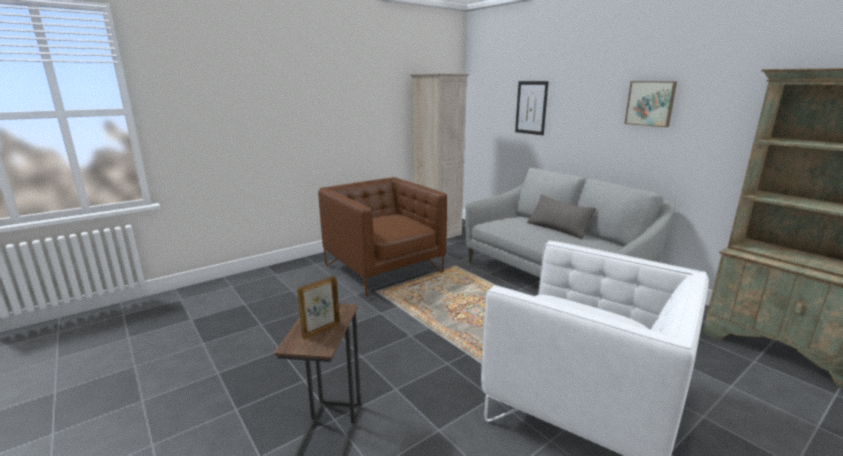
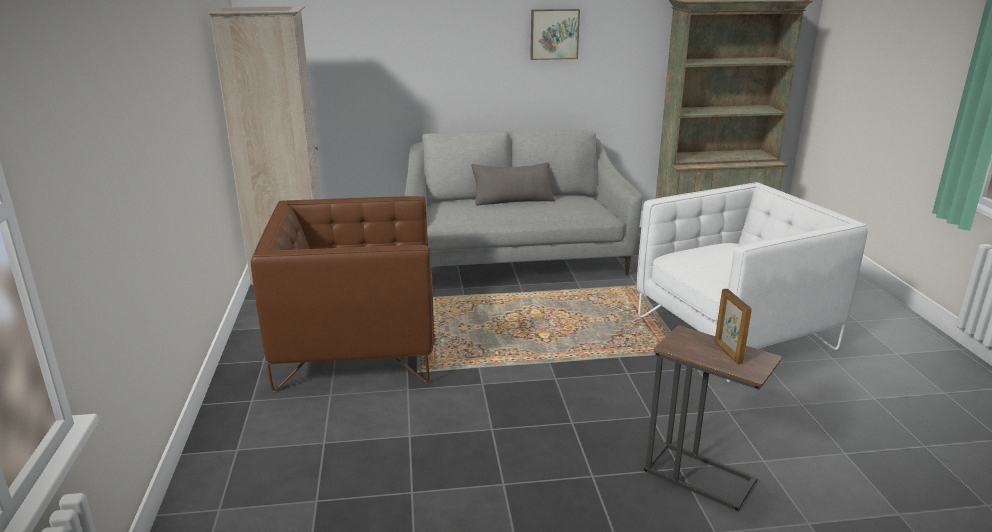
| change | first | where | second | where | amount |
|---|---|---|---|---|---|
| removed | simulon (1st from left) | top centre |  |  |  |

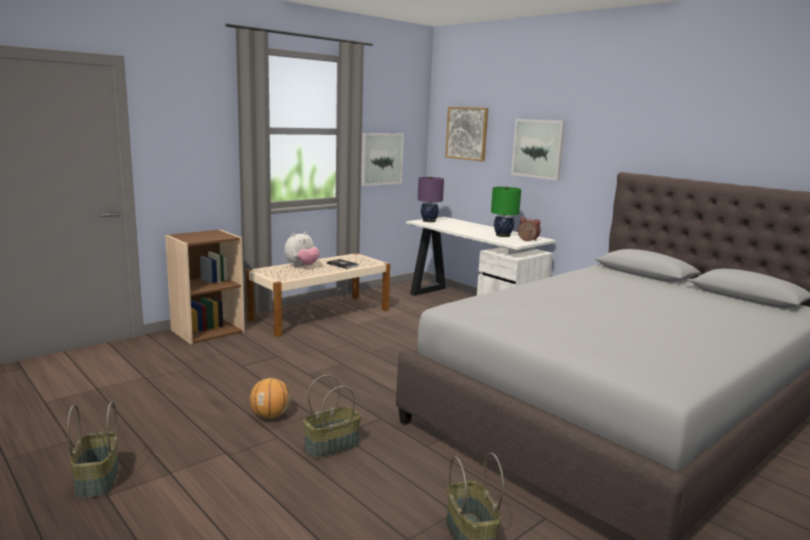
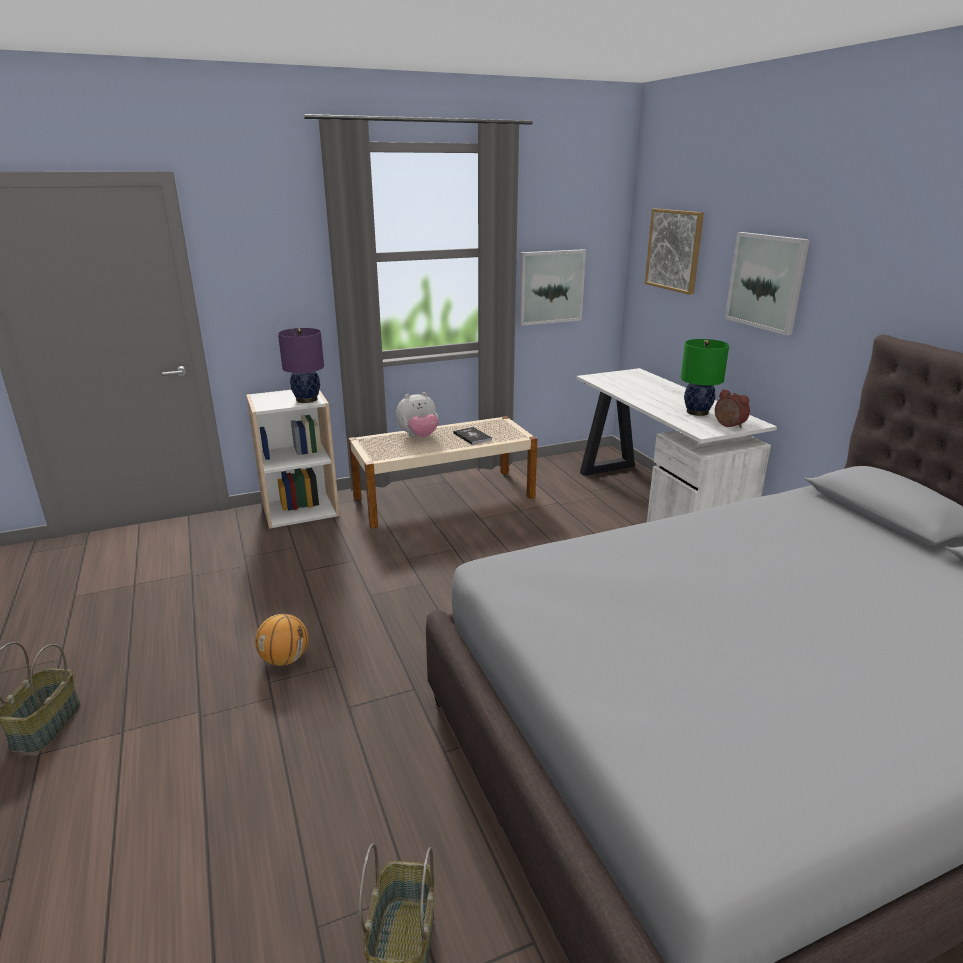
| change | first | where | second | where | amount |
|---|---|---|---|---|---|
| removed | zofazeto (2nd from left) | bottom centre |  |  |  |
| moved | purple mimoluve | centre |  | middle left |  |
| recoloured | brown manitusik | middle left | white manitusik | middle left |  |

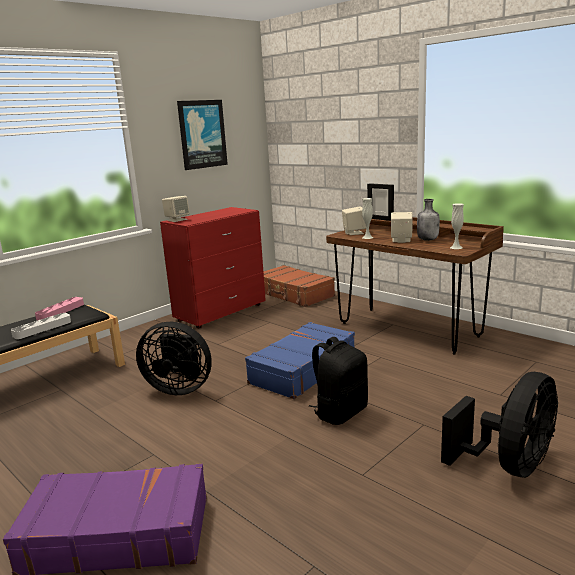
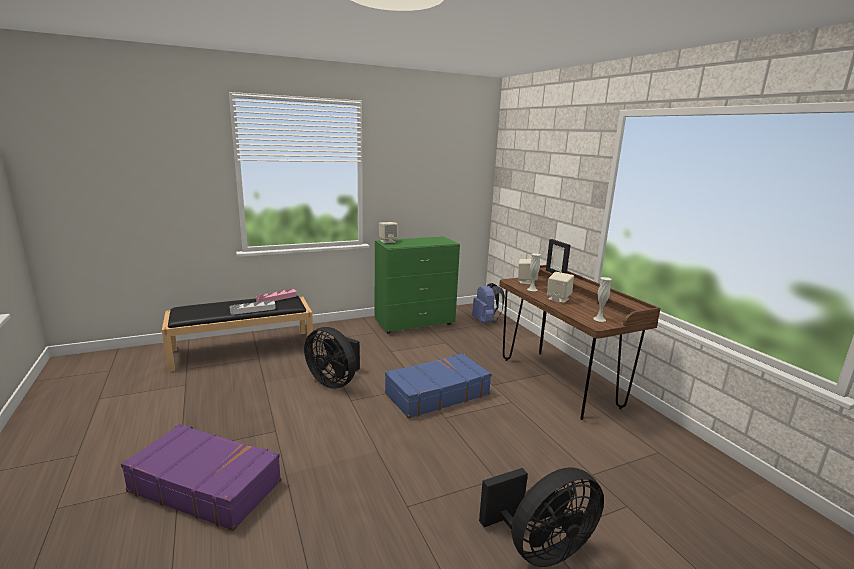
| change | first | where | second | where | amount |
|---|---|---|---|---|---|
| removed | simulon | top centre |  |  |  |
| removed | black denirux | centre |  |  |  |
| removed | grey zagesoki | middle right |  |  |  |
| replaced | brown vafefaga | centre | blue denirux | centre |  |
| recoloured | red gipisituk | centre | green gipisituk | centre |  |

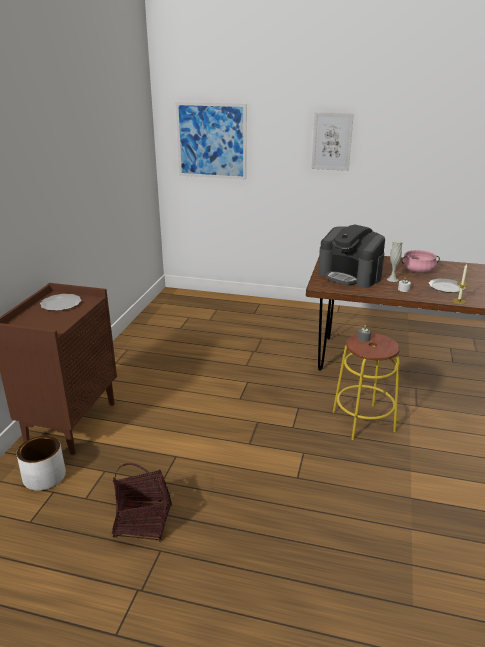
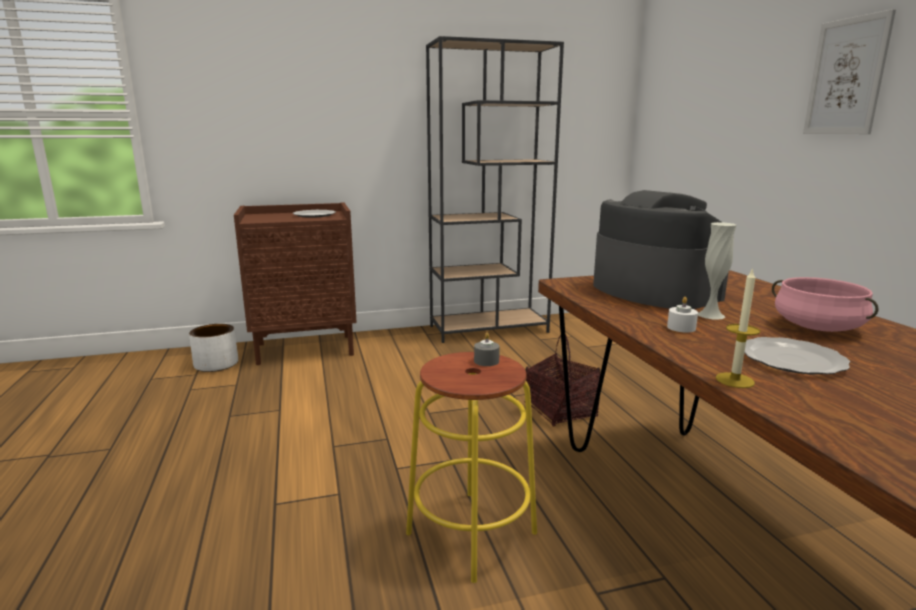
| change | first | where | second | where | amount |
|---|---|---|---|---|---|
| removed | simulon (1st from left) | top centre |  |  |  |
| added |  |  | manitusik | top centre |  |
| moved | zofazeto | bottom left |  | centre |  |
| turned | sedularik | middle right |  | middle right | 135 degrees clockwise |

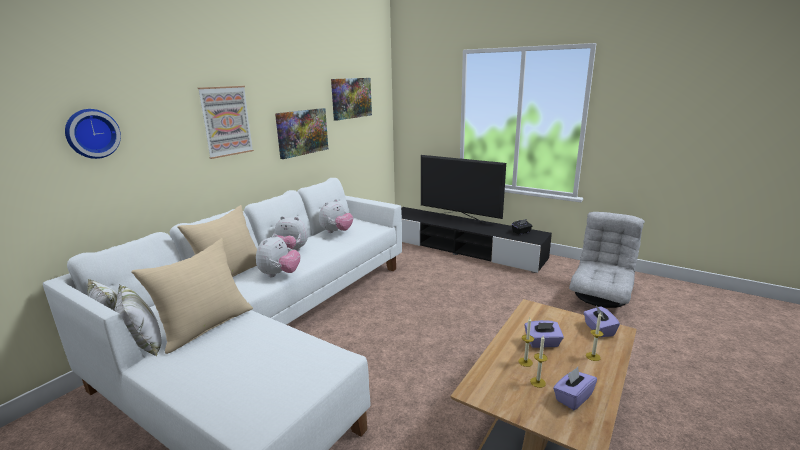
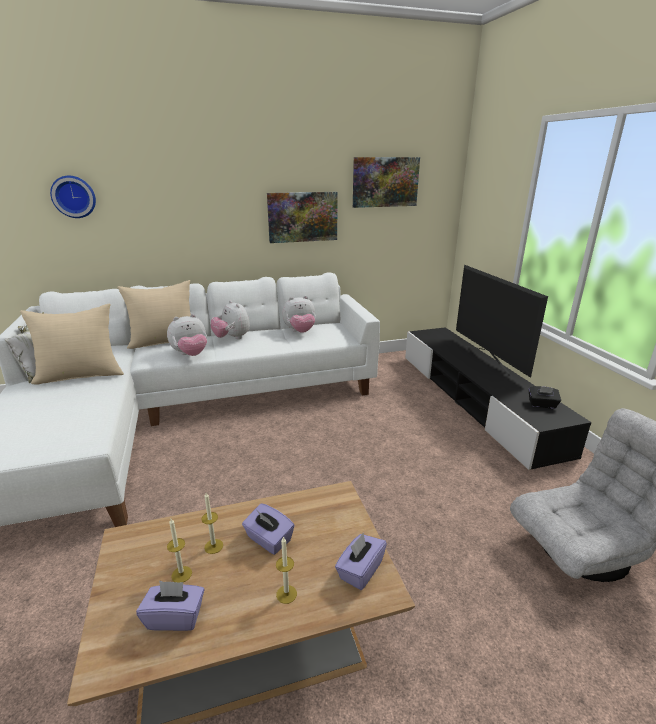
| change | first | where | second | where | amount |
|---|---|---|---|---|---|
| removed | simulon (1st from left) | top left |  |  |  |

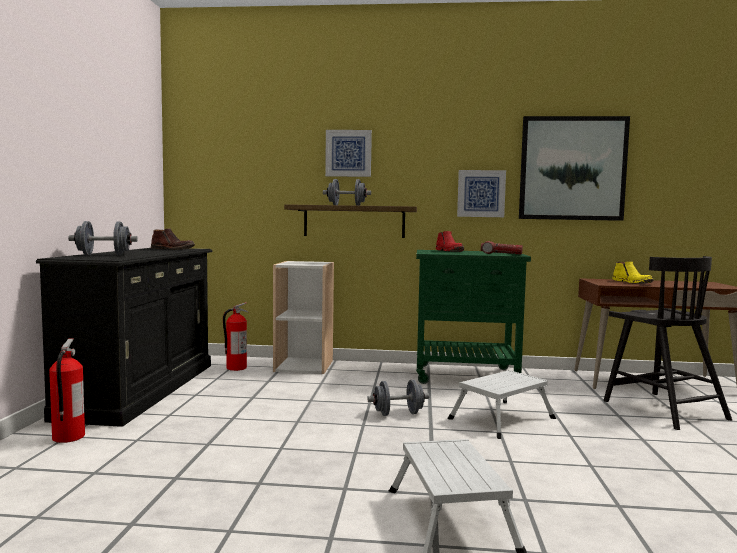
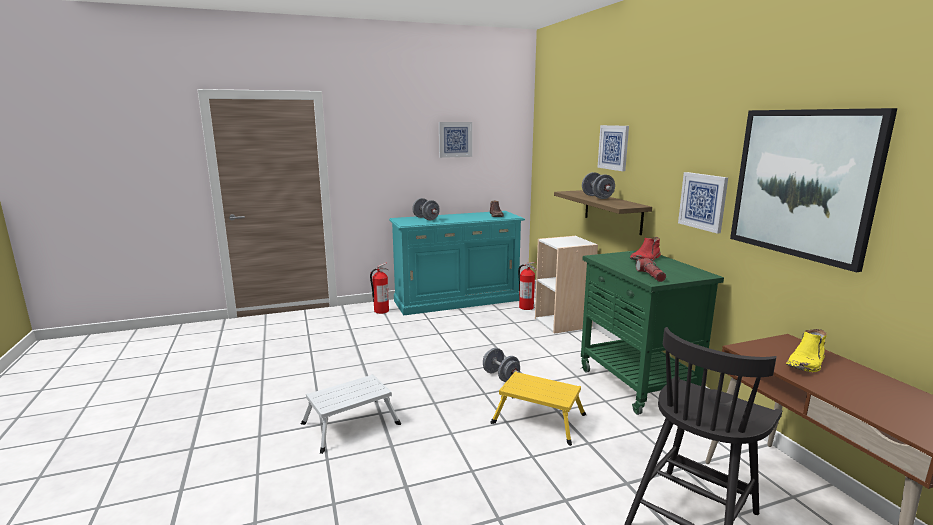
| change | first | where | second | where | amount |
|---|---|---|---|---|---|
| added |  |  | simulon (1st from left) | top centre |  |
| recoloured | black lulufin | middle left | turquoise lulufin | centre |  |
| recoloured | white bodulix (2nd from left) | bottom right | yellow bodulix | bottom centre |  |

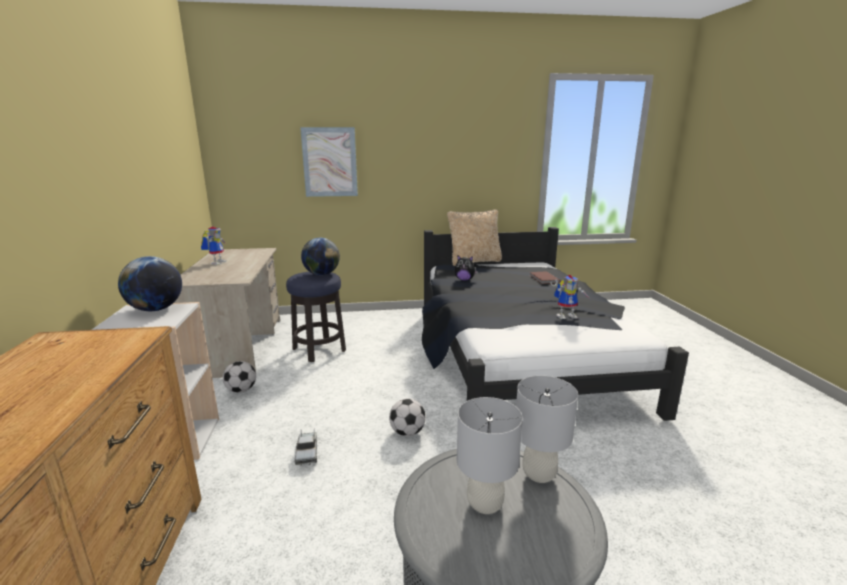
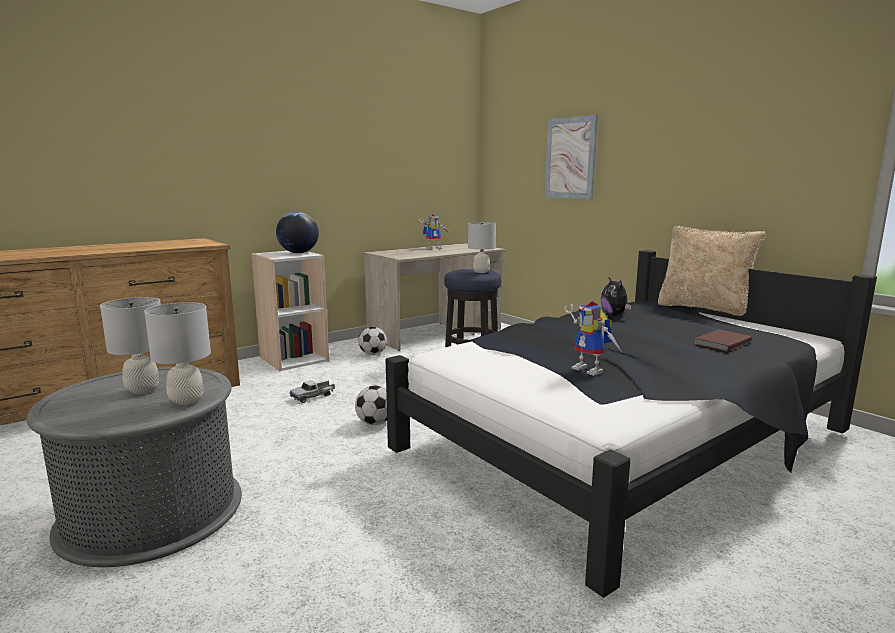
| change | first | where | second | where | amount |
|---|---|---|---|---|---|
| replaced | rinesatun (2nd from left) | centre | grey mimoluve (3rd from left) | centre |  |

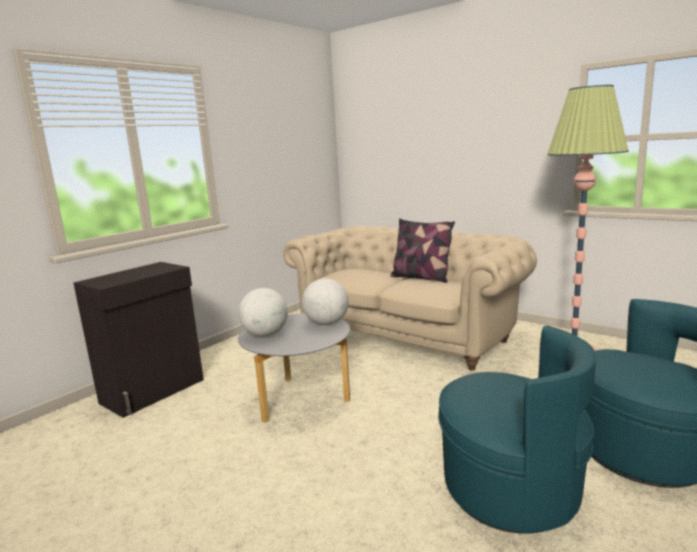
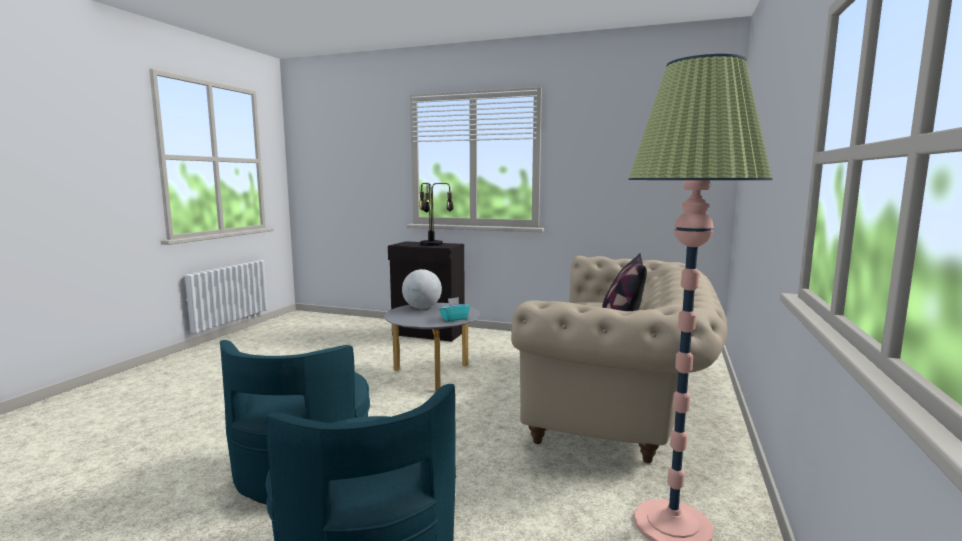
| change | first | where | second | where | amount |
|---|---|---|---|---|---|
| added |  |  | mimoluve | centre |  |
| replaced | rinesatun (2nd from left) | centre | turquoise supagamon | centre |  |

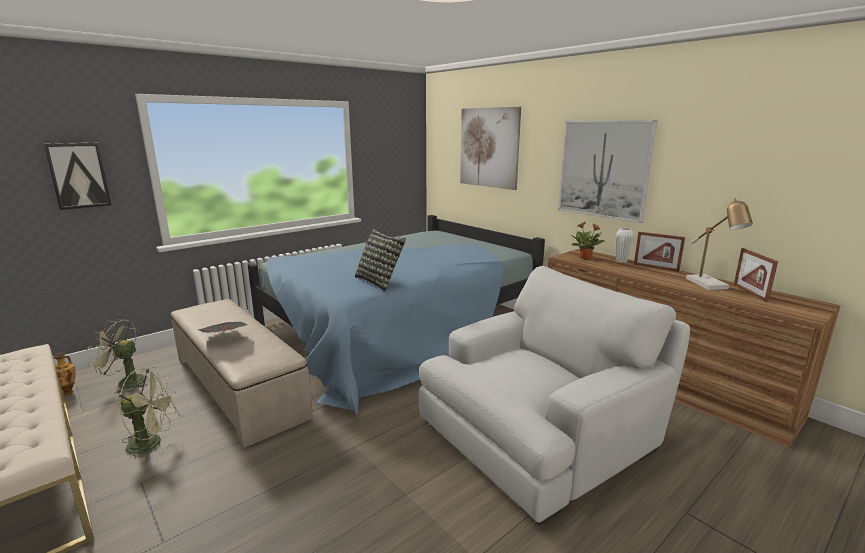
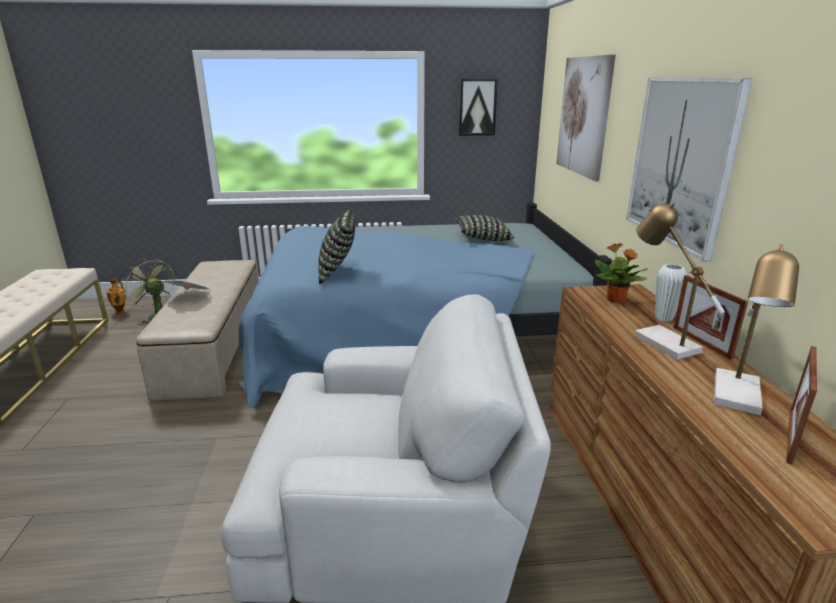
| change | first | where | second | where | amount |
|---|---|---|---|---|---|
| removed | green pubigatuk (2nd from left) | bottom left |  |  |  |
| added |  |  | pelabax (2nd from left) | centre |  |
| added |  |  | mimoluve (1st from left) | middle right |  |
| moved | simulon (1st from left) | top left |  | top centre |  |

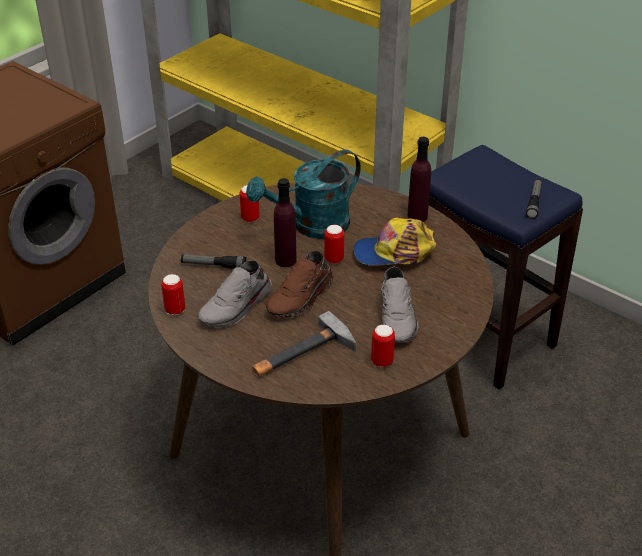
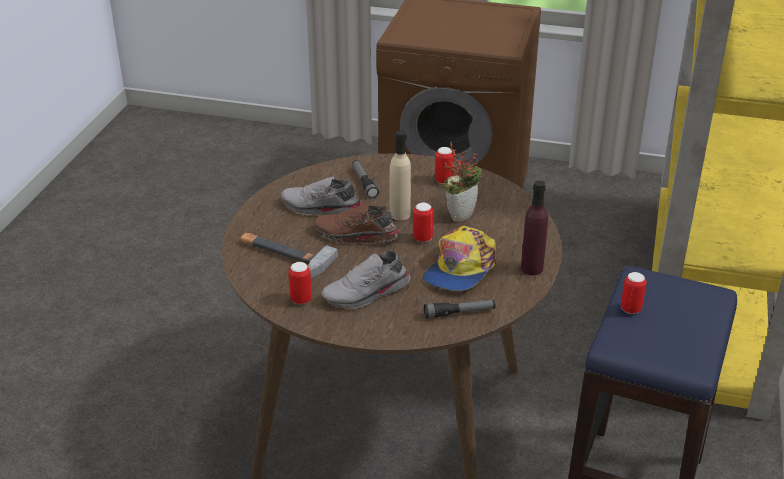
| change | first | where | second | where | amount |
|---|---|---|---|---|---|
| moved | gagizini (1st from left in the first image) | middle left | gagizini (4th from left) | middle right |  |
| moved | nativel (2nd from left) | middle right |  | centre |  |
| replaced | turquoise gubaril | centre | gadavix | centre |  |
| recoloured | purple zagesoki (1st from left) | centre | beige zagesoki | centre |  |
| turned | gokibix | centre |  | centre | 120 degrees counterclockwise |

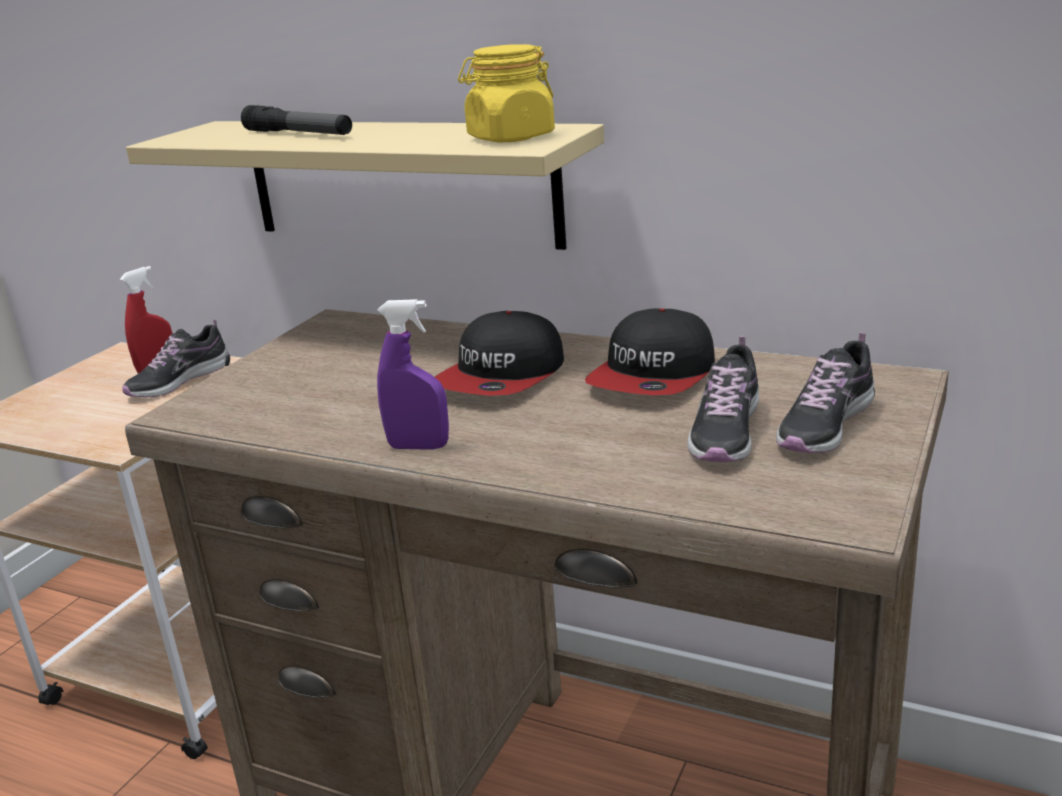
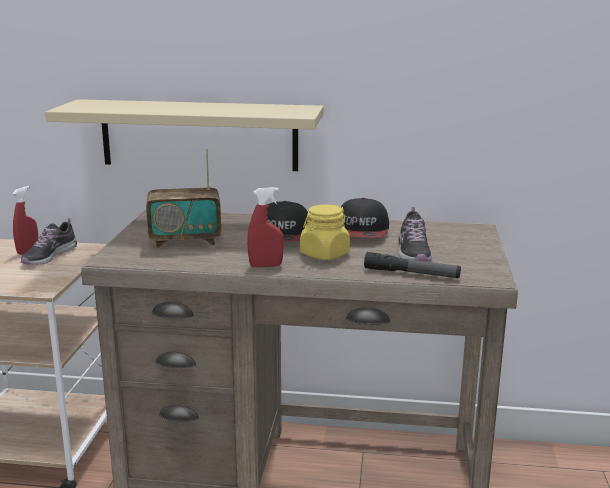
| change | first | where | second | where | amount |
|---|---|---|---|---|---|
| removed | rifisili (3rd from left) | middle right |  |  |  |
| added |  |  | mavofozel | middle left |  |
| moved | nativel | top left |  | middle right |  |
| moved | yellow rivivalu | top centre |  | centre |  |
| recoloured | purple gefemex | centre | red gefemex (2nd from left) | centre |  |

